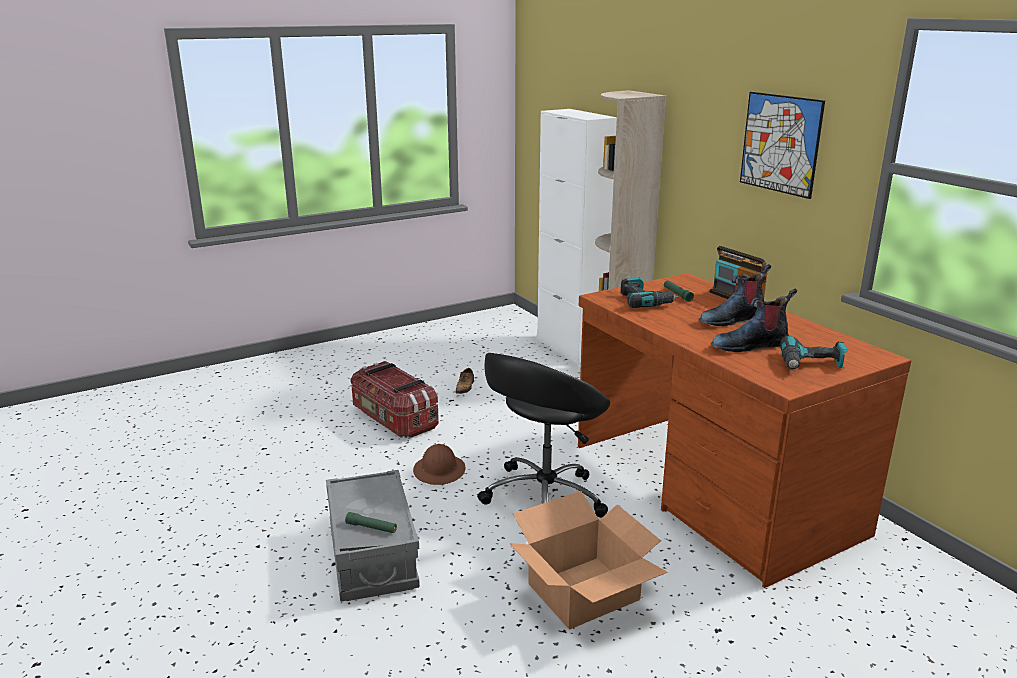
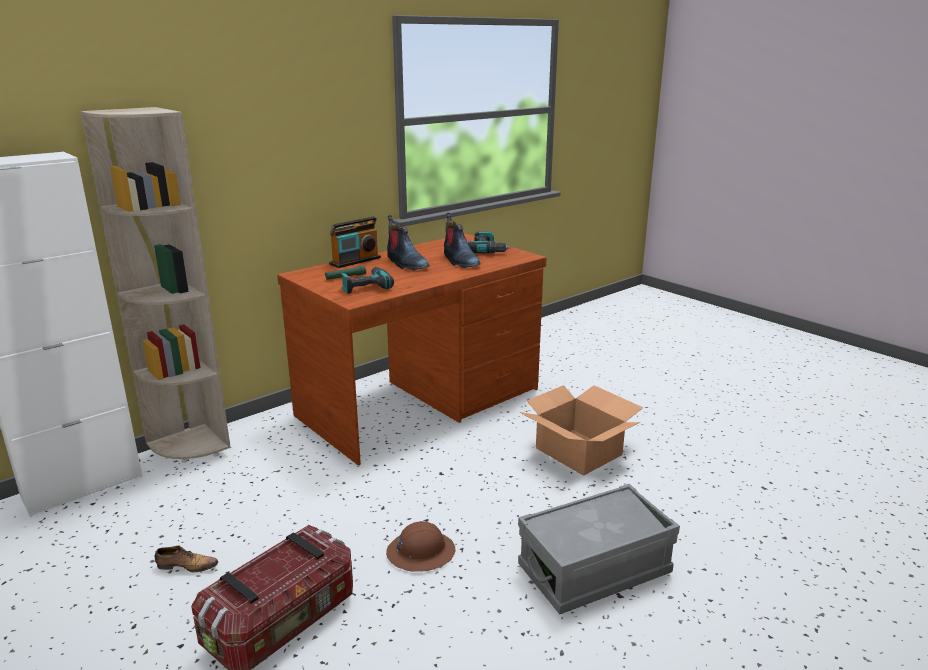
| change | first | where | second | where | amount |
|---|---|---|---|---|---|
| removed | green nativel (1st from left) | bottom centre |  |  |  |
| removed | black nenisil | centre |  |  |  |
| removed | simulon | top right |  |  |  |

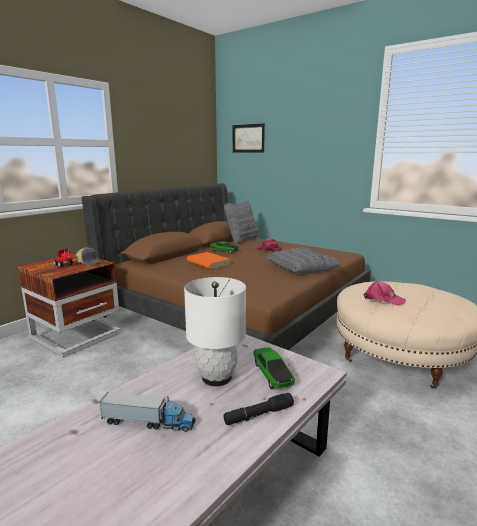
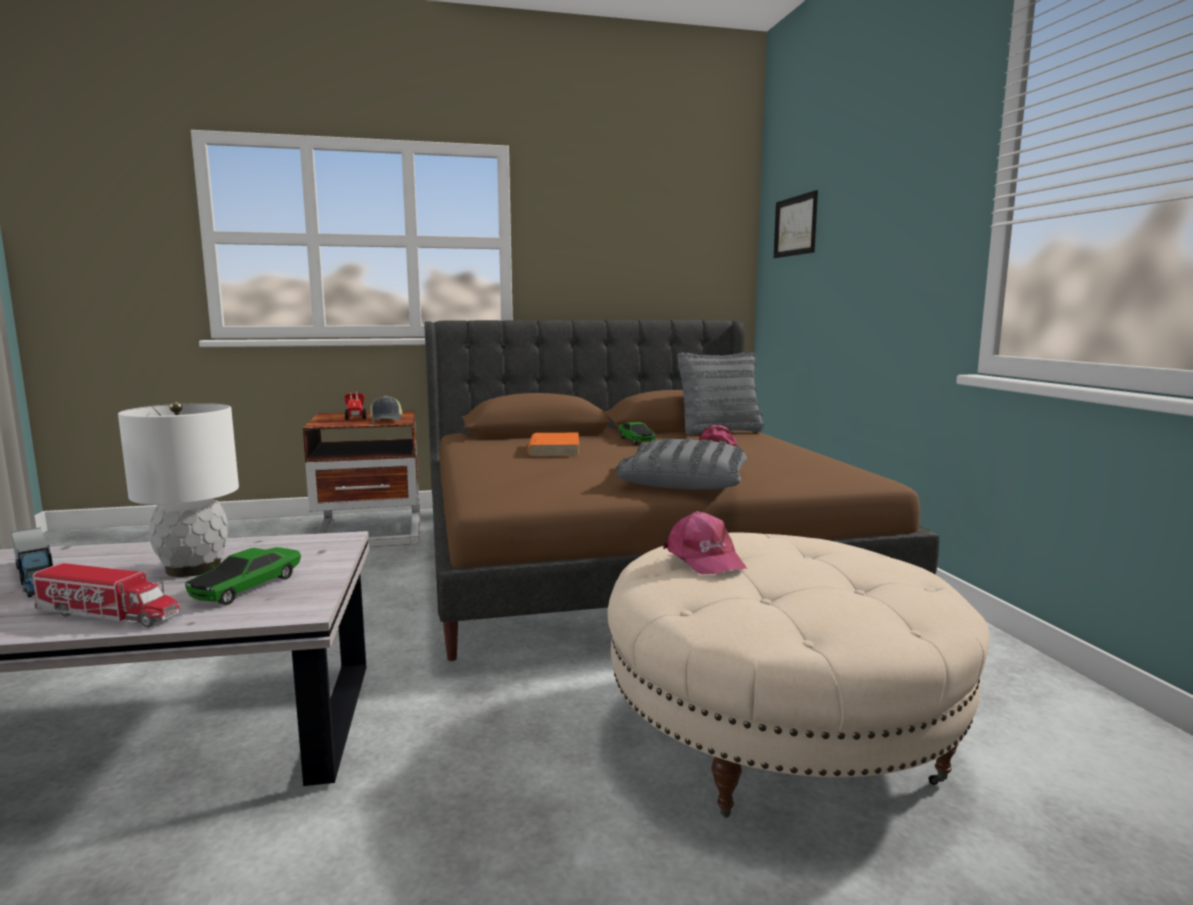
| change | first | where | second | where | amount |
|---|---|---|---|---|---|
| replaced | black nativel | bottom centre | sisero (2nd from left) | middle left |  |

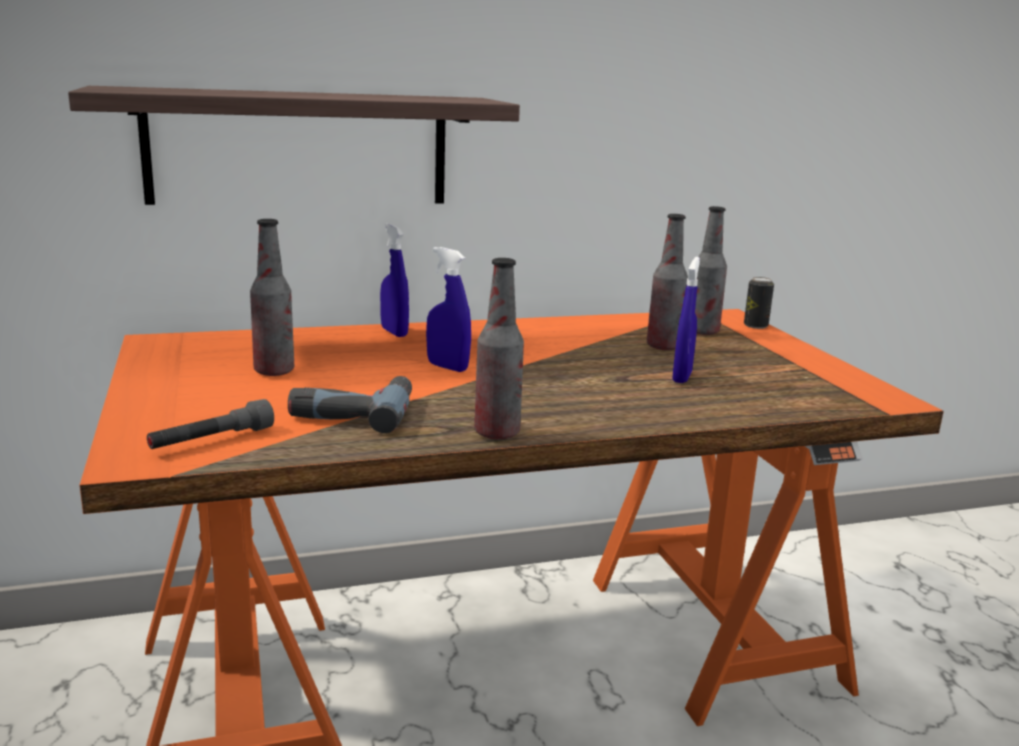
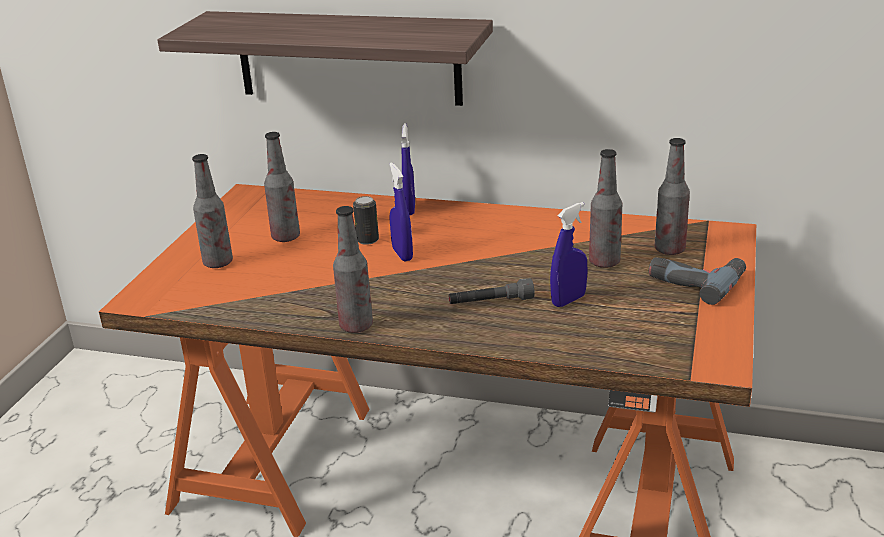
| change | first | where | second | where | amount |
|---|---|---|---|---|---|
| added |  |  | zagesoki (1st from left) | middle left |  |
| moved | grey nativel | middle left |  | centre |  |
| moved | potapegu | centre |  | middle right |  |
| moved | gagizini | middle right |  | centre |  |

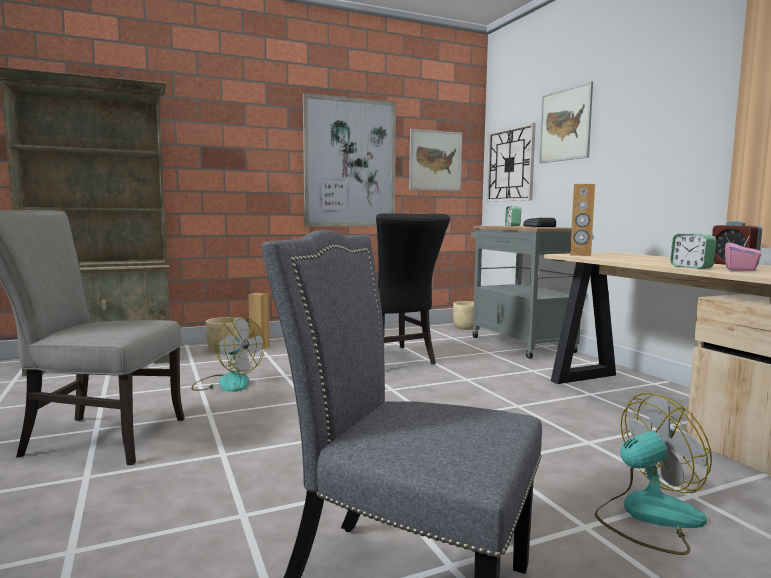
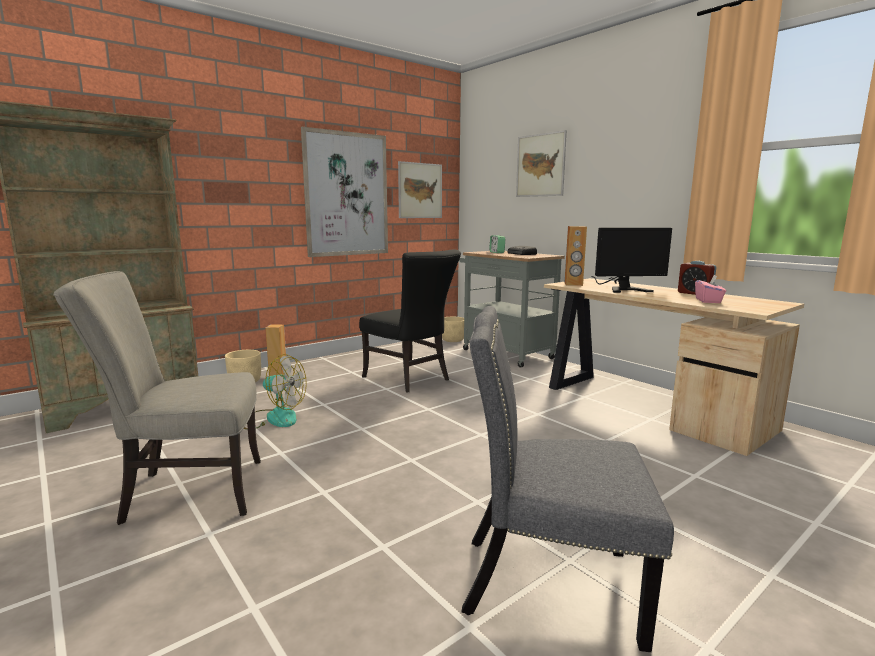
| change | first | where | second | where | amount |
|---|---|---|---|---|---|
| removed | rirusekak | top centre |  |  |  |
| removed | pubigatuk (2nd from left) | bottom right |  |  |  |
| removed | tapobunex (2nd from left) | middle right |  |  |  |
| added |  |  | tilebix | middle right |  |

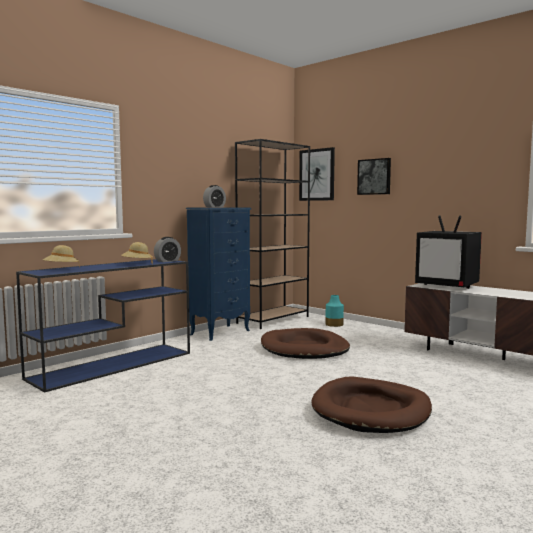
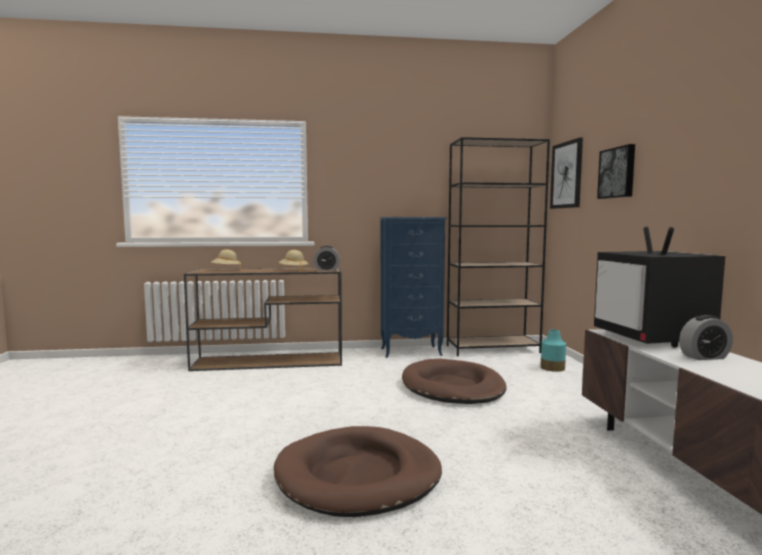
| change | first | where | second | where | amount |
|---|---|---|---|---|---|
| moved | tapobunex (2nd from left) | centre |  | middle right |  |
| recoloured | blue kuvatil | middle left | brown kuvatil | centre |  |

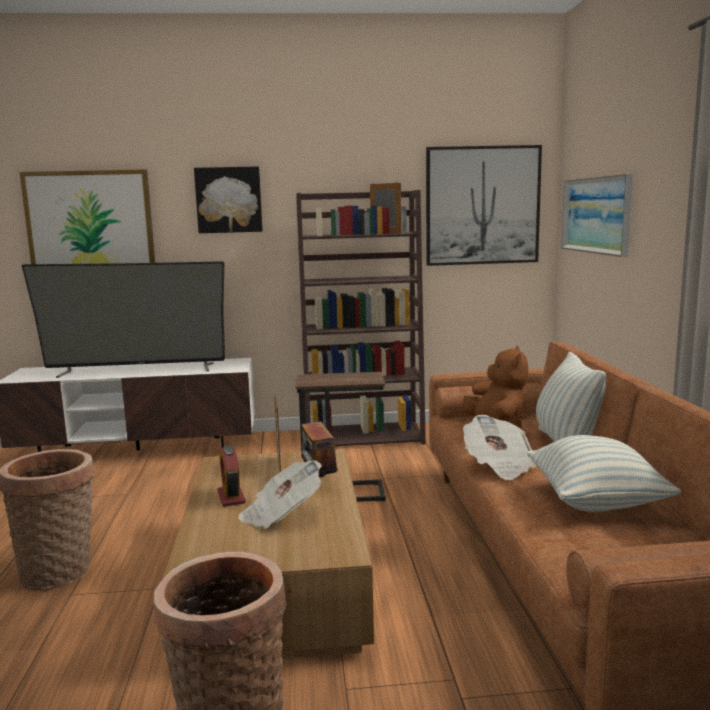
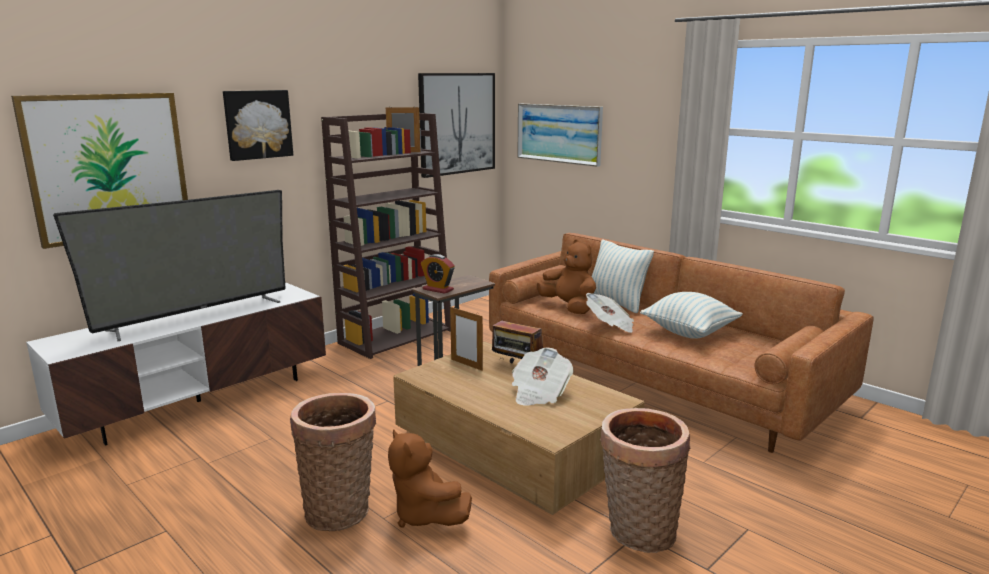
| change | first | where | second | where | amount |
|---|---|---|---|---|---|
| added |  |  | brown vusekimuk (1st from left) | bottom centre |  |
| moved | tapobunex | bottom left |  | centre |  |

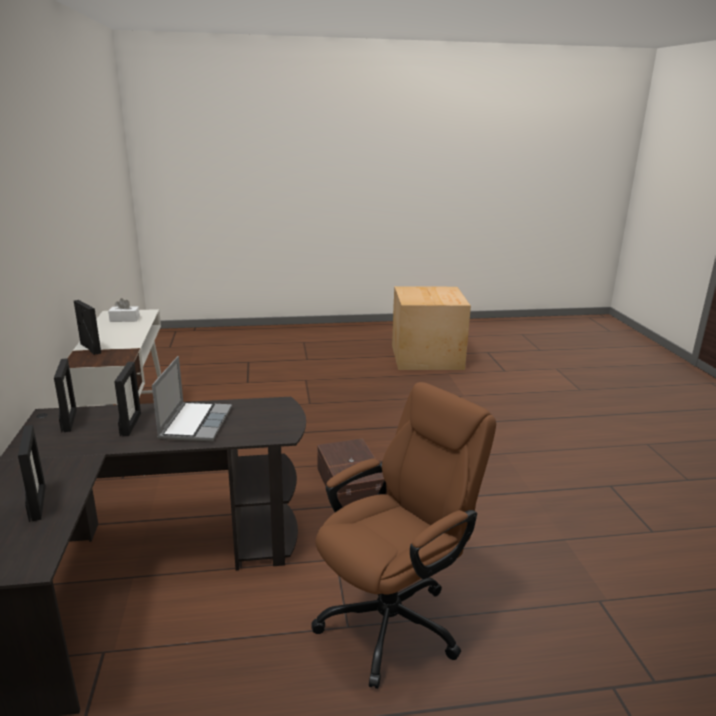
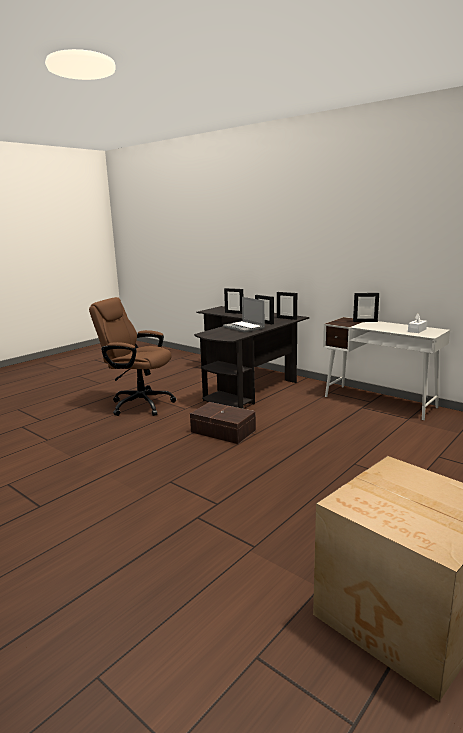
| change | first | where | second | where | amount |
|---|---|---|---|---|---|
| turned | brown nenisil | bottom centre |  | middle left | 105 degrees clockwise |

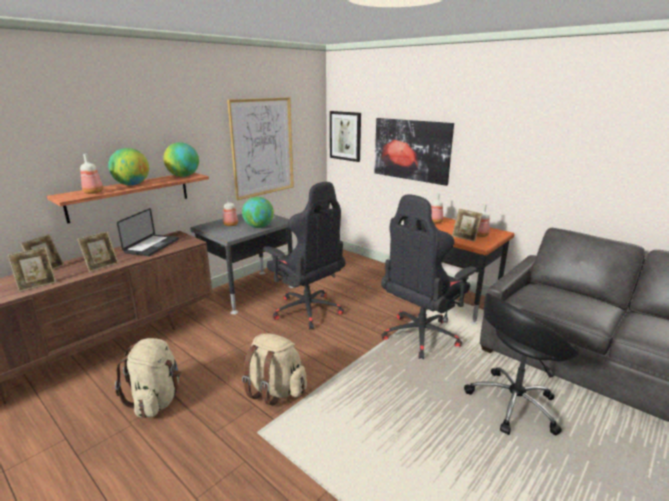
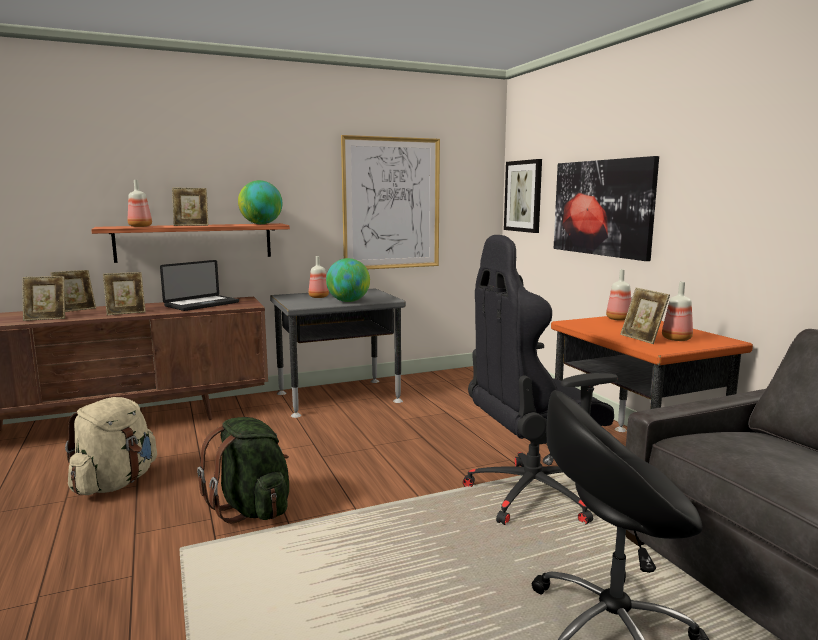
| change | first | where | second | where | amount |
|---|---|---|---|---|---|
| removed | black nenisil (1st from left) | centre |  |  |  |
| replaced | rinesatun (1st from left) | middle left | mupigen (4th from left) | top left |  |
| recoloured | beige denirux (2nd from left) | bottom centre | green denirux | bottom left |  |

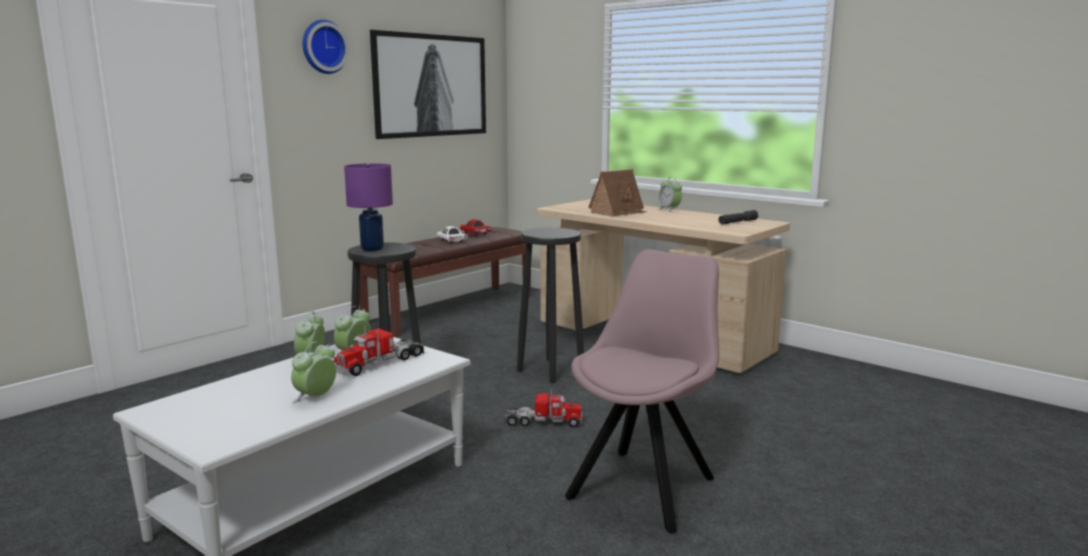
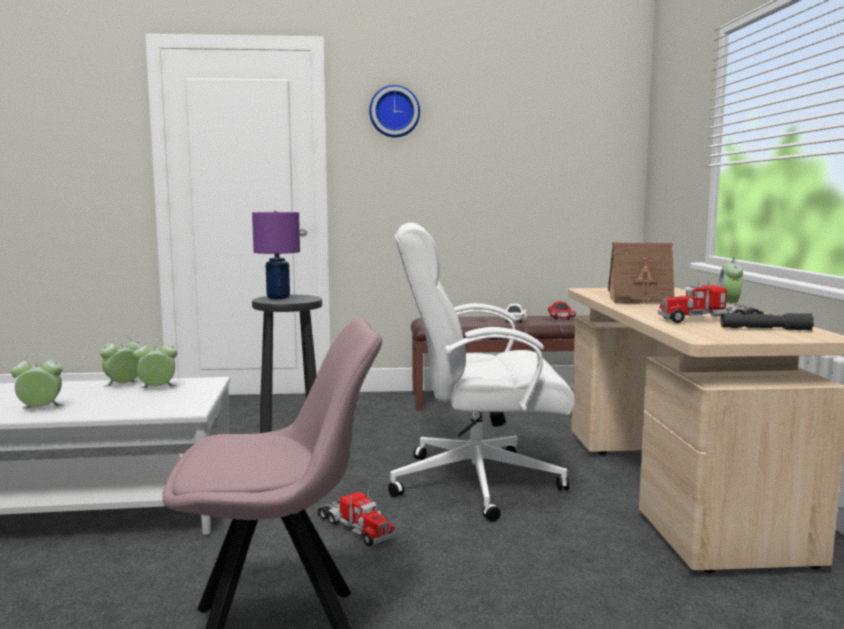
| change | first | where | second | where | amount |
|---|---|---|---|---|---|
| removed | simulon | top centre |  |  |  |
| moved | sisero (1st from left in the first image) | centre | sisero (2nd from left) | middle right |  |
| replaced | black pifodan (2nd from left) | centre | white nenisil | centre |  |

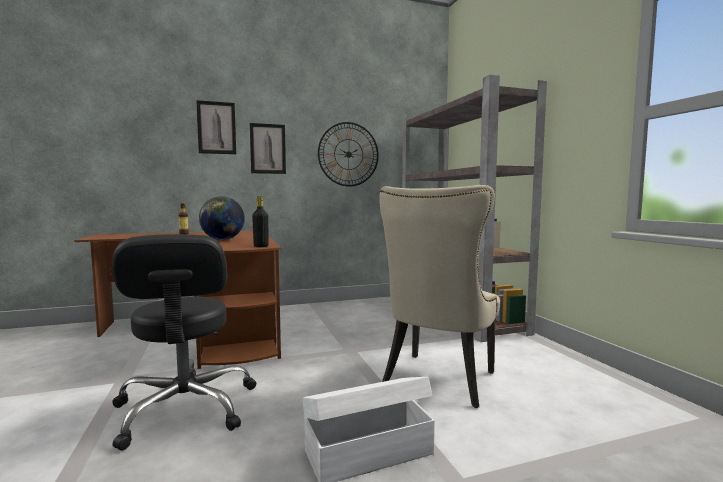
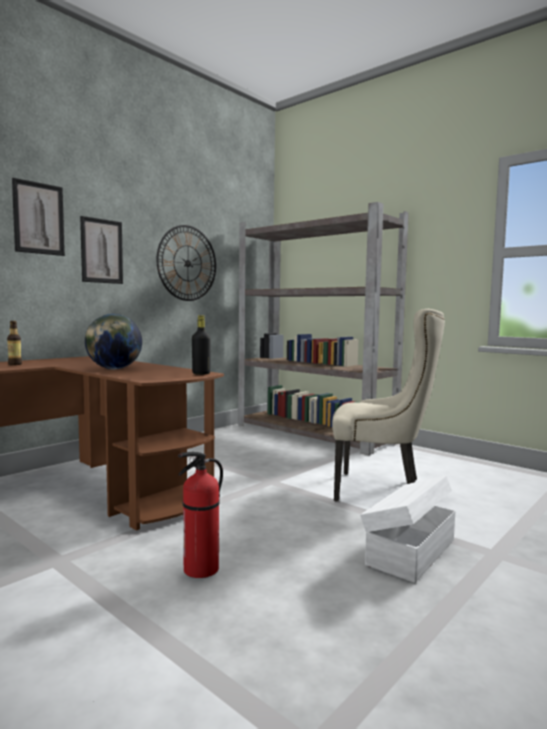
| change | first | where | second | where | amount |
|---|---|---|---|---|---|
| replaced | black nenisil | bottom left | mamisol | bottom centre |  |
| turned | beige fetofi | centre |  | middle right | 75 degrees counterclockwise |

